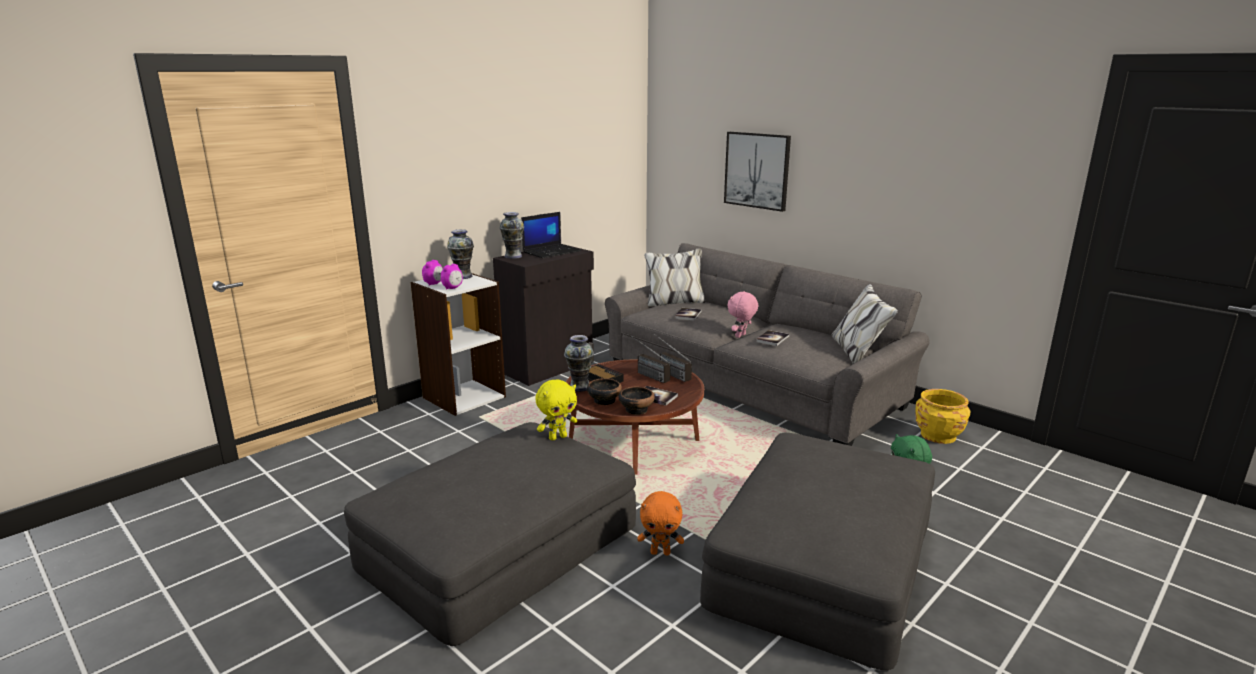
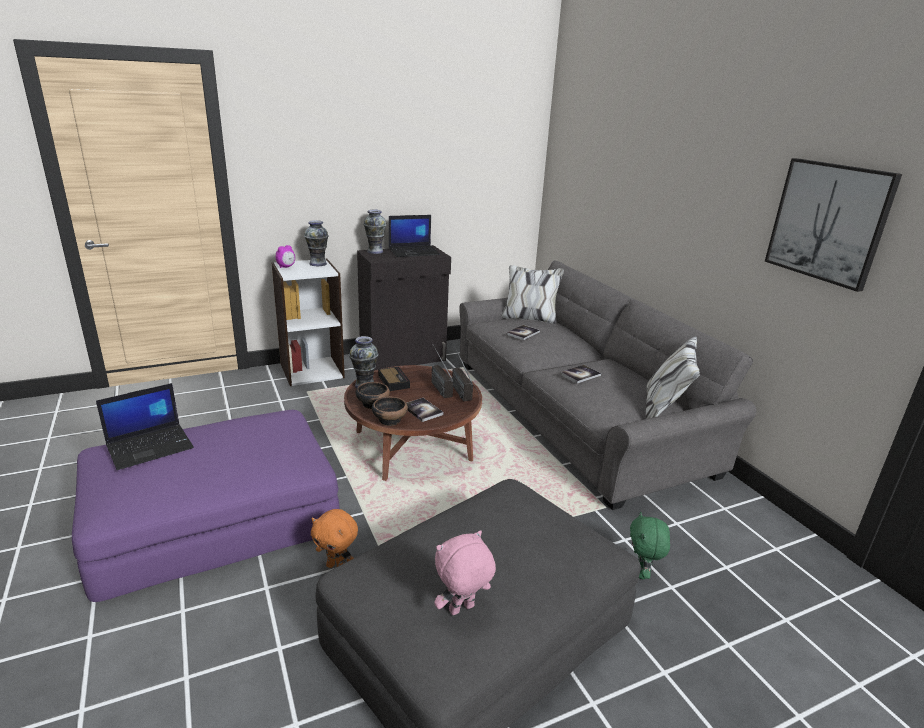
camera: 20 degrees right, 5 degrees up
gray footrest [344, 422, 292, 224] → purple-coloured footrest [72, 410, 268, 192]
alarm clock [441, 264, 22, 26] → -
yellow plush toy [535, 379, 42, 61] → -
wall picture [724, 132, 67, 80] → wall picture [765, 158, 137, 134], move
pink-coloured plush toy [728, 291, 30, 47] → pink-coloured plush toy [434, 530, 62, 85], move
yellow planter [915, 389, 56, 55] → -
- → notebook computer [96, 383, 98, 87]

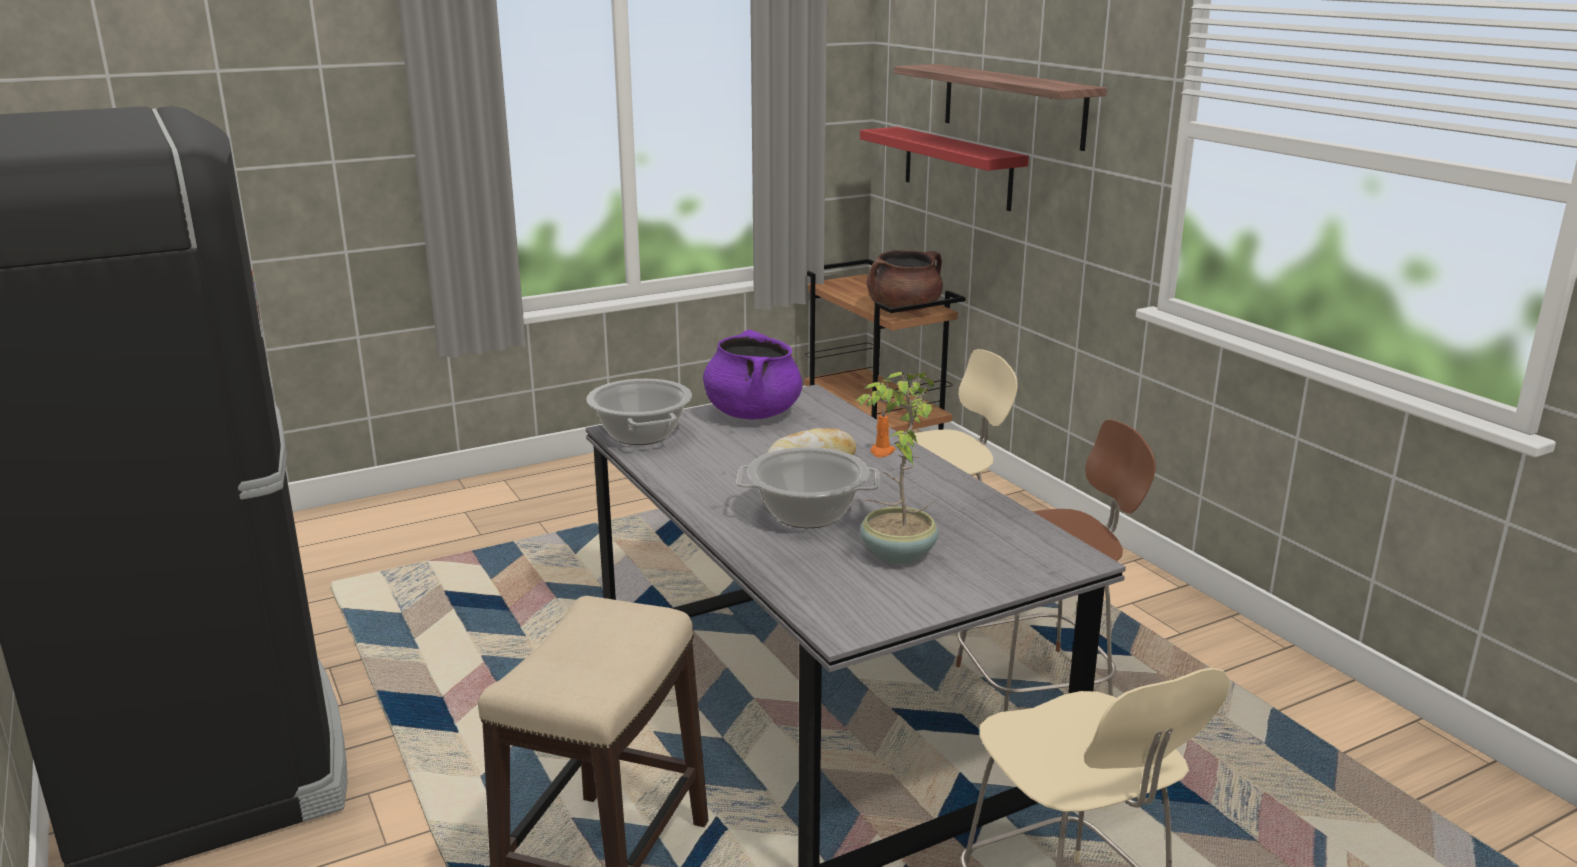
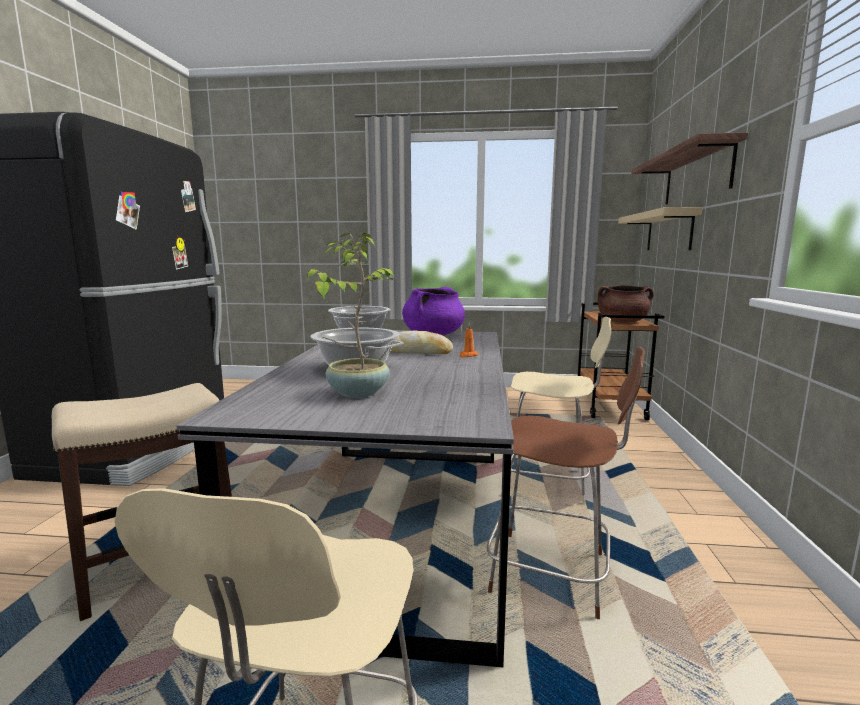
camera: 35 degrees right, 10 degrees down
red-coloured bracket shelf [860, 127, 169, 84] → beige-coloured bracket shelf [618, 207, 84, 43]

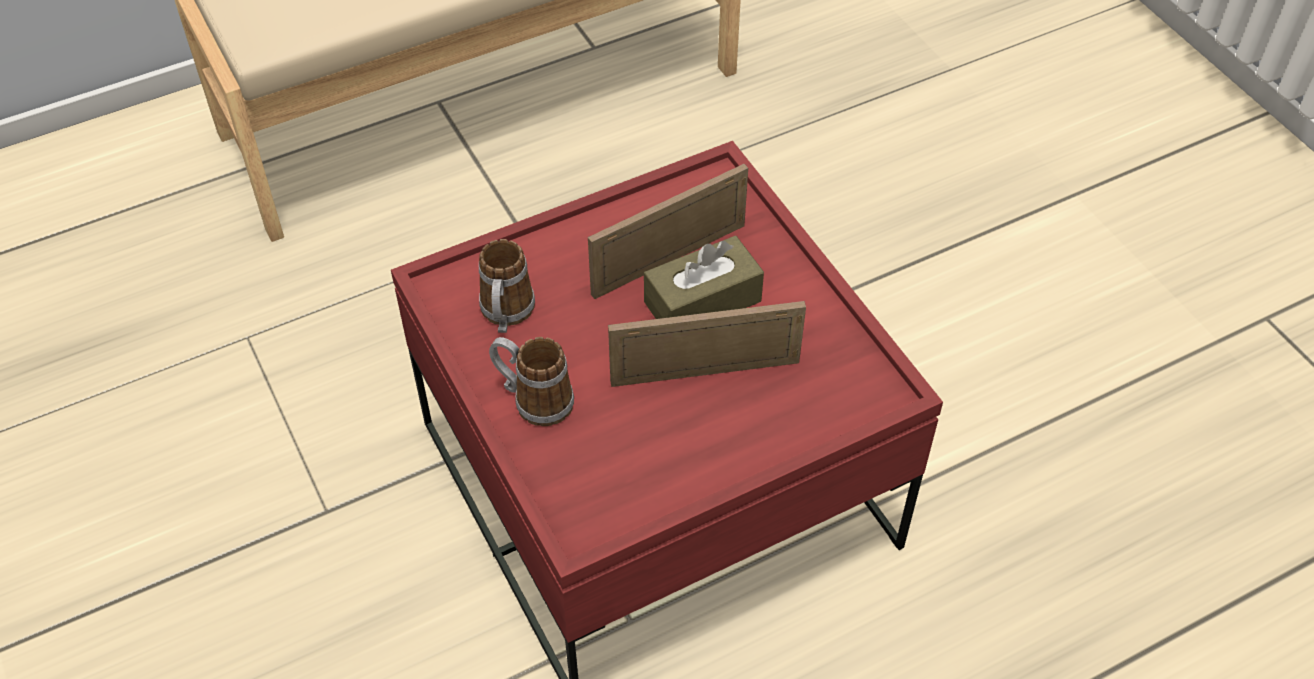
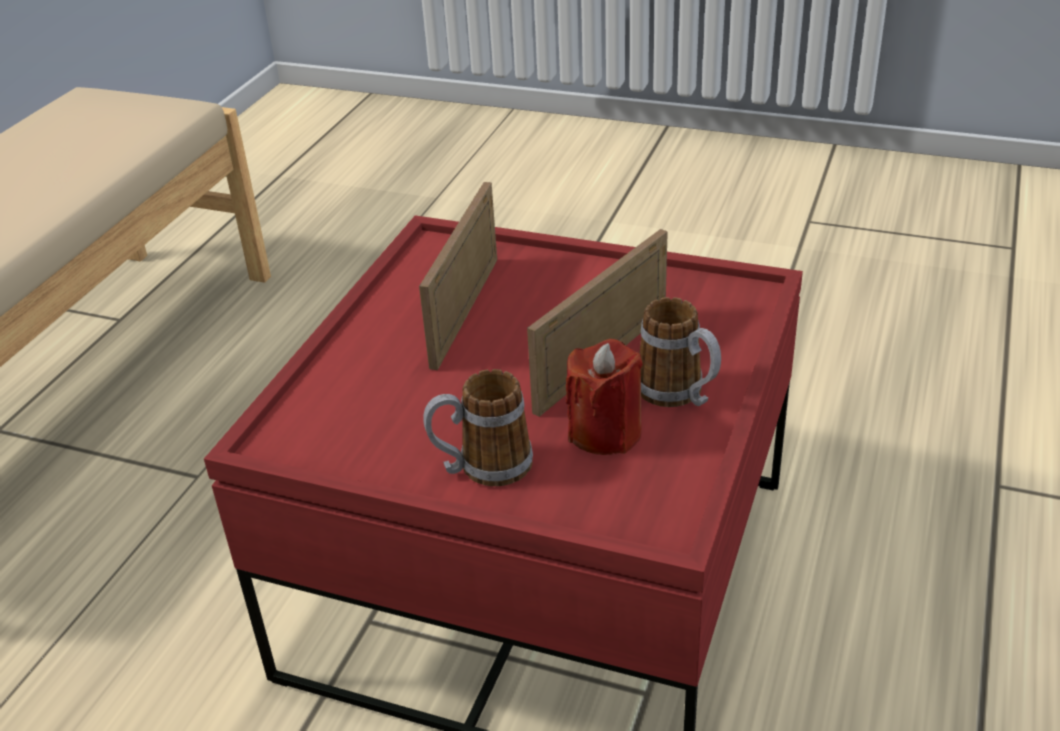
camera: 40 degrees left, 15 degrees down
coffee mug [479, 239, 56, 94] → coffee mug [639, 297, 82, 110], move
brown-coloured tissue holder [644, 236, 120, 83] → -
- → red-coloured wax candle [566, 339, 77, 116]

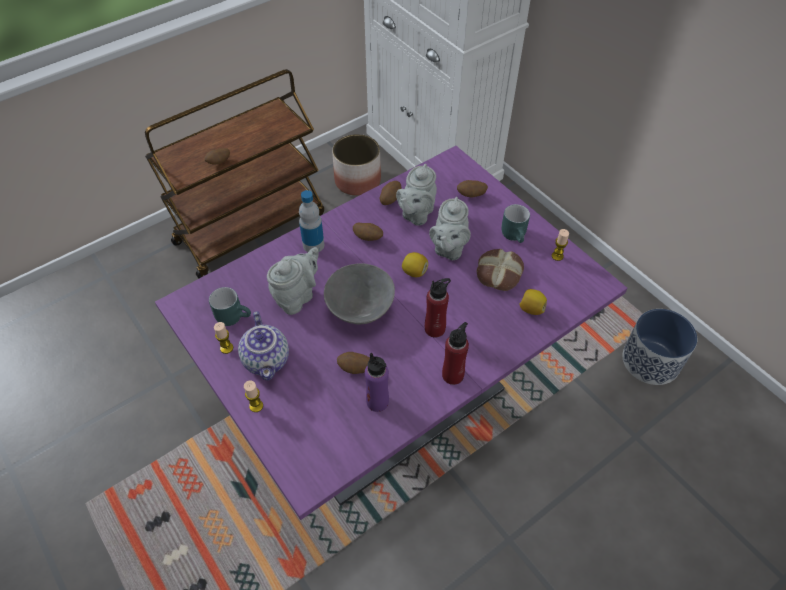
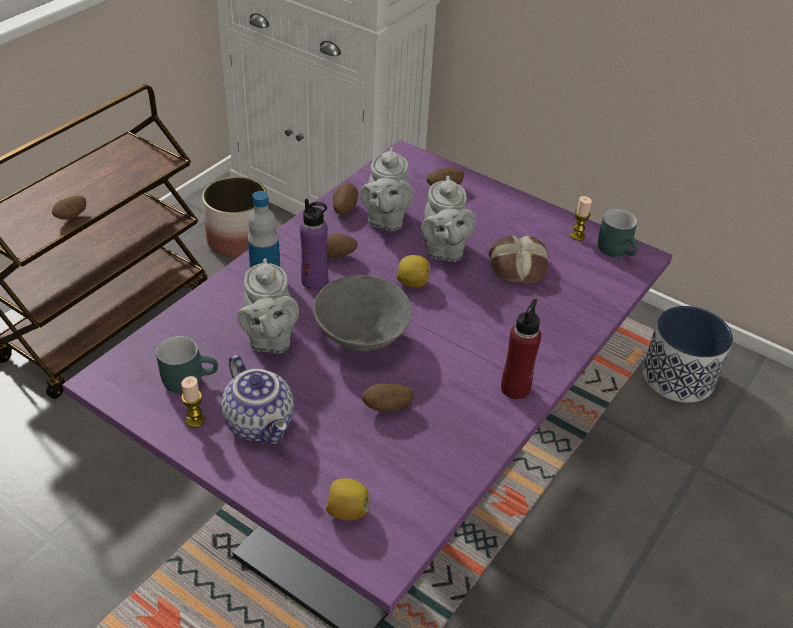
camera: 20 degrees left, 10 degrees down
wax candle [244, 380, 19, 32] → -
gray pot for tea [267, 247, 52, 68] → gray pot for tea [237, 258, 62, 95], 150 degrees clockwise
purple-coloured drink bottle [365, 353, 24, 59] → purple-coloured drink bottle [300, 198, 28, 92], move
red-coloured drink bottle [425, 278, 26, 59] → -
turquoise coffee mug [502, 204, 28, 39] → turquoise coffee mug [598, 209, 41, 48], move
citrus fruit [519, 289, 28, 26] → citrus fruit [326, 478, 43, 42], move

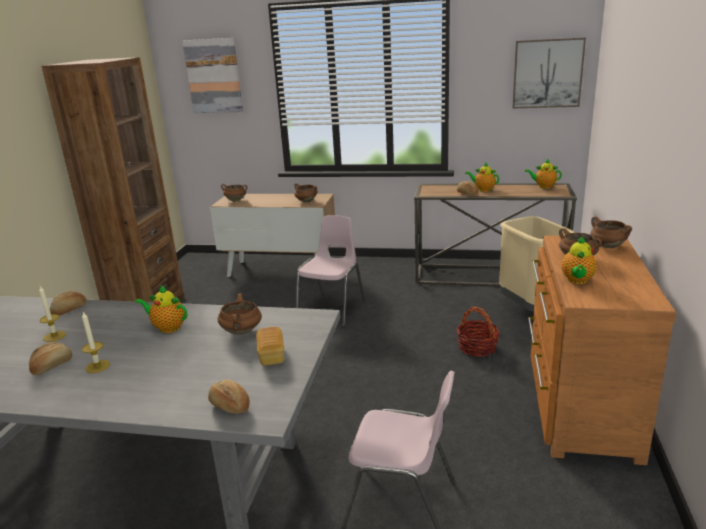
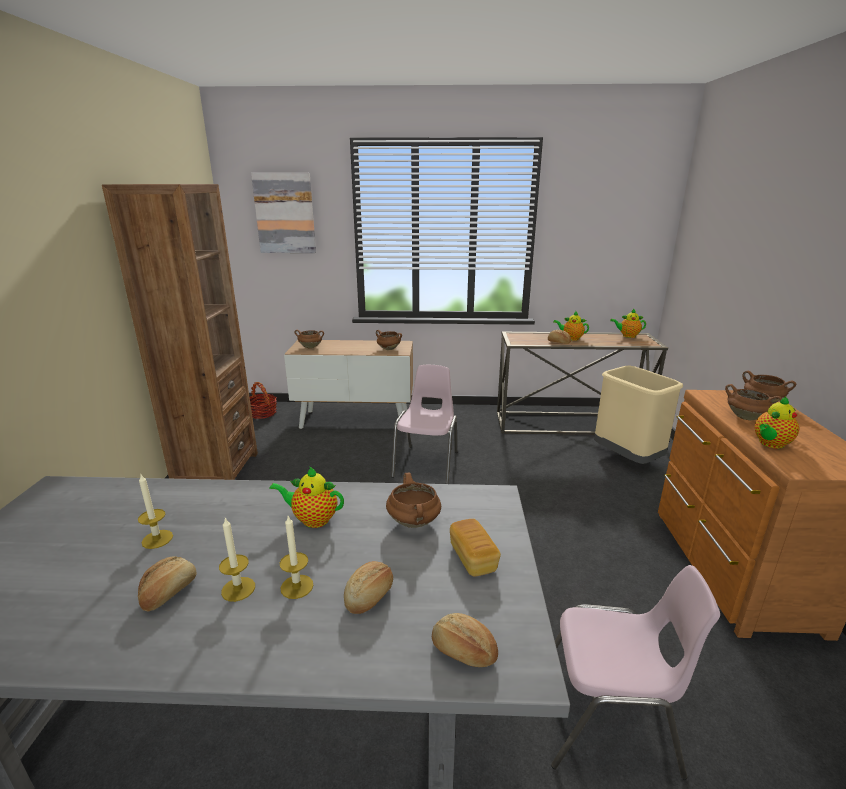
camera: 10 degrees left, 0 degrees up
bread [50, 291, 37, 25] → bread [344, 561, 49, 53], move
basket [456, 307, 44, 50] → basket [250, 382, 27, 37], move
wall picture [512, 38, 74, 70] → -
pot for tea [561, 236, 36, 48] → pot for tea [755, 396, 44, 53], 45 degrees clockwise
- → wax candle [280, 516, 34, 83]

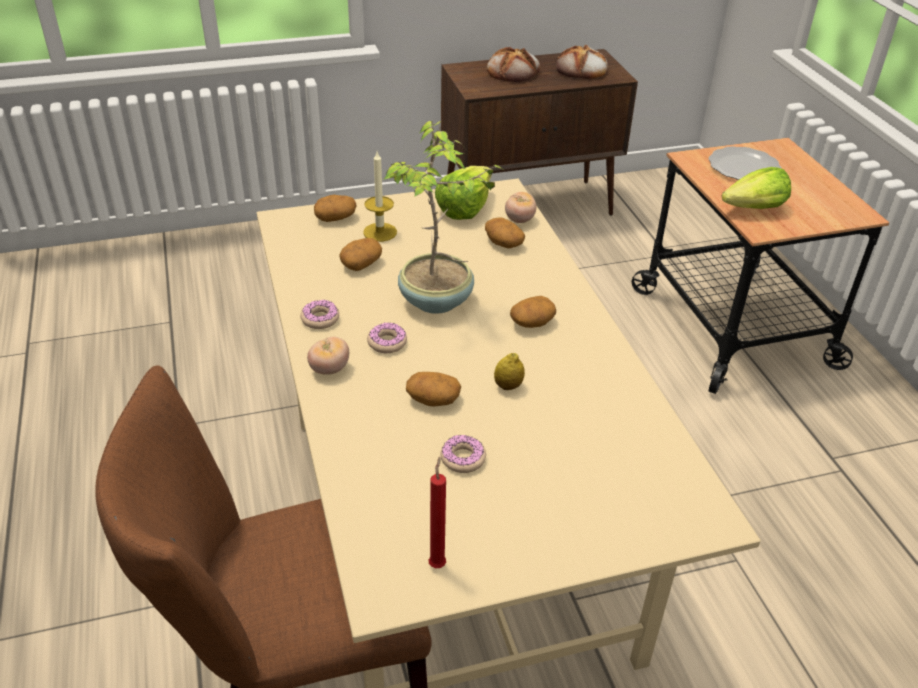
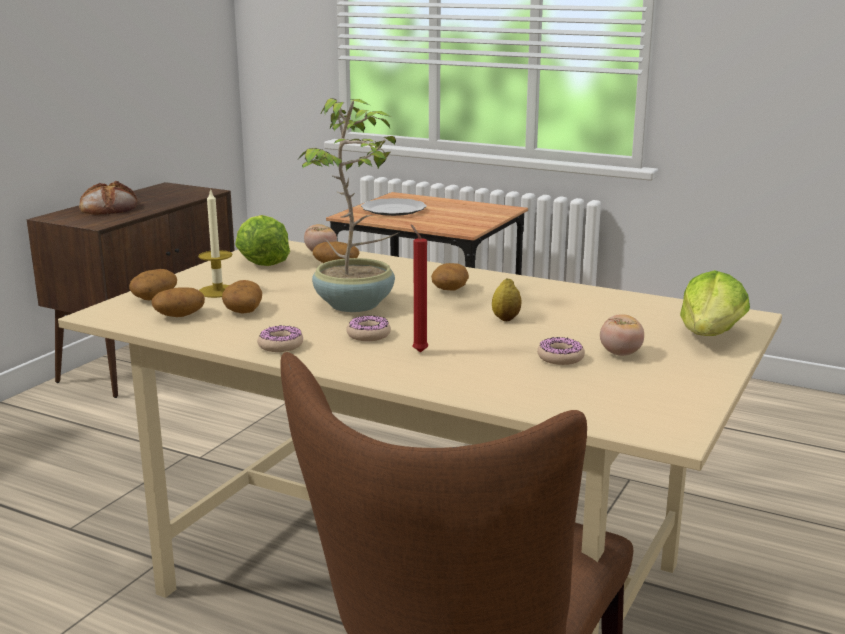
camera: 45 degrees left, 20 degrees down
fresh tomato [307, 337, 42, 38] → fresh tomato [600, 314, 44, 42], move
spud [406, 372, 55, 35] → spud [151, 288, 54, 29], move
red-coloured wax candle [429, 456, 17, 112] → red-coloured wax candle [411, 224, 17, 128], move
bread [556, 45, 52, 34] → -
head of lettuce [722, 167, 69, 42] → head of lettuce [680, 270, 70, 66], move

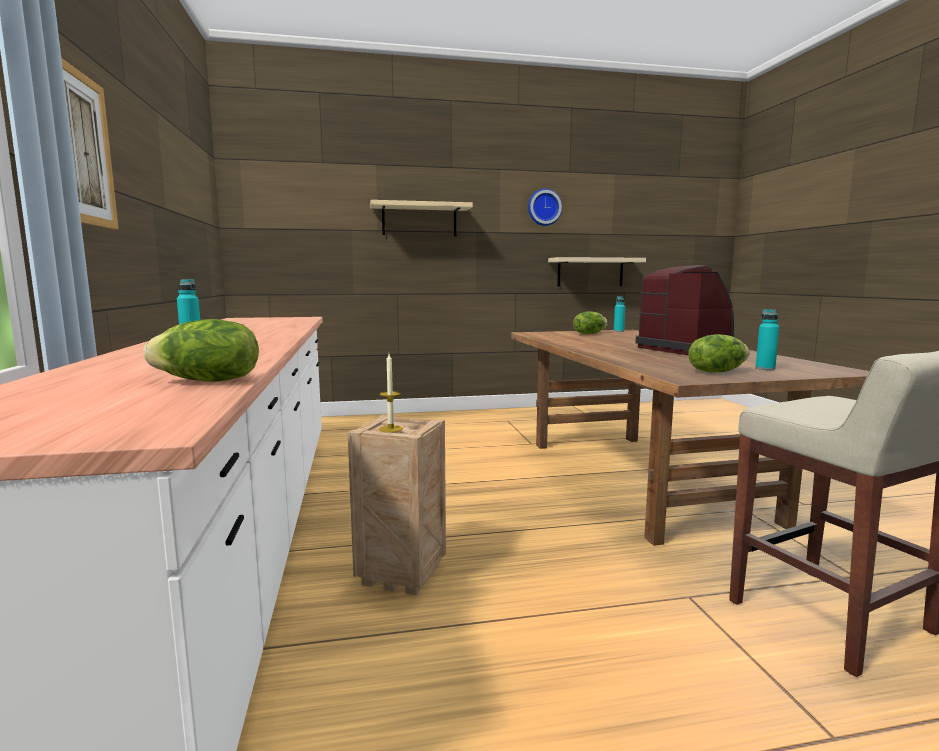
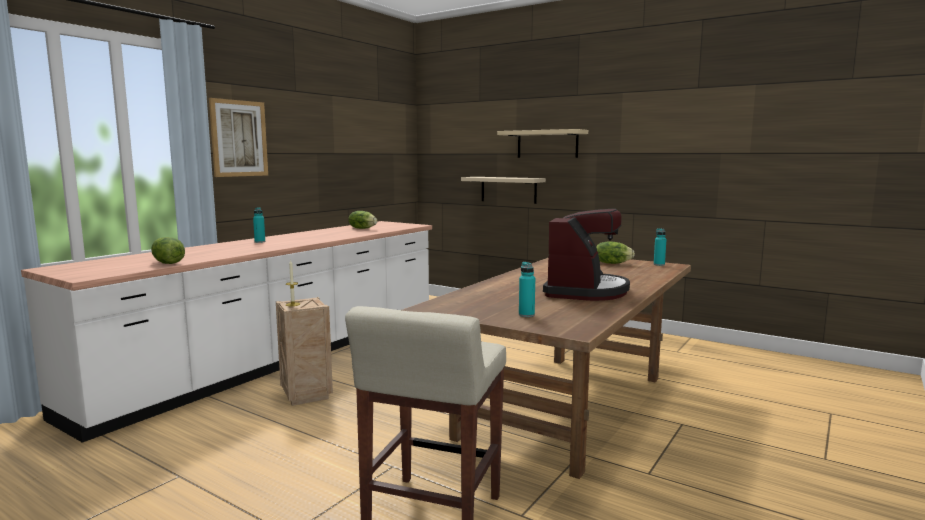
camera: 45 degrees right, 0 degrees up
wall clock [528, 189, 34, 37] → -
beige-coloured bracket shelf [548, 257, 98, 29] → beige-coloured bracket shelf [461, 177, 85, 27], move
head of lettuce [688, 334, 62, 39] → head of lettuce [348, 211, 29, 18], move

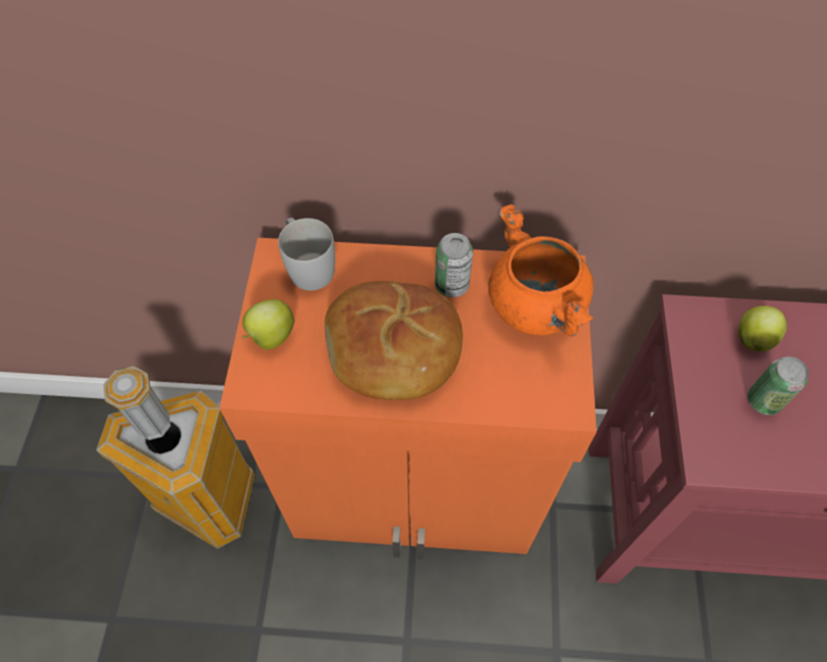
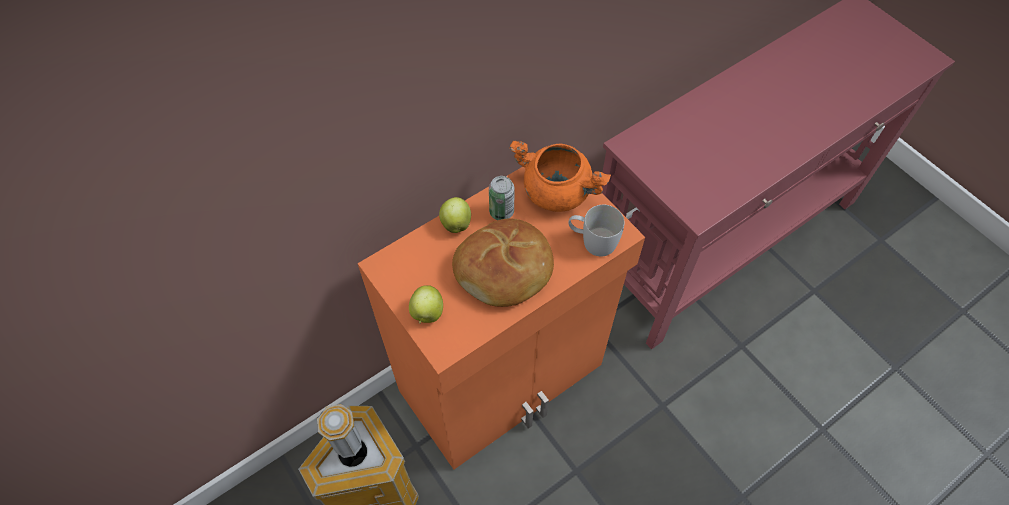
camera: 40 degrees left, 0 degrees up
whitish coffee mug [278, 218, 57, 73] → whitish coffee mug [568, 205, 56, 51], move
apple fruit [739, 306, 48, 46] → apple fruit [439, 197, 32, 36], move
metal can [748, 356, 61, 59] → -

